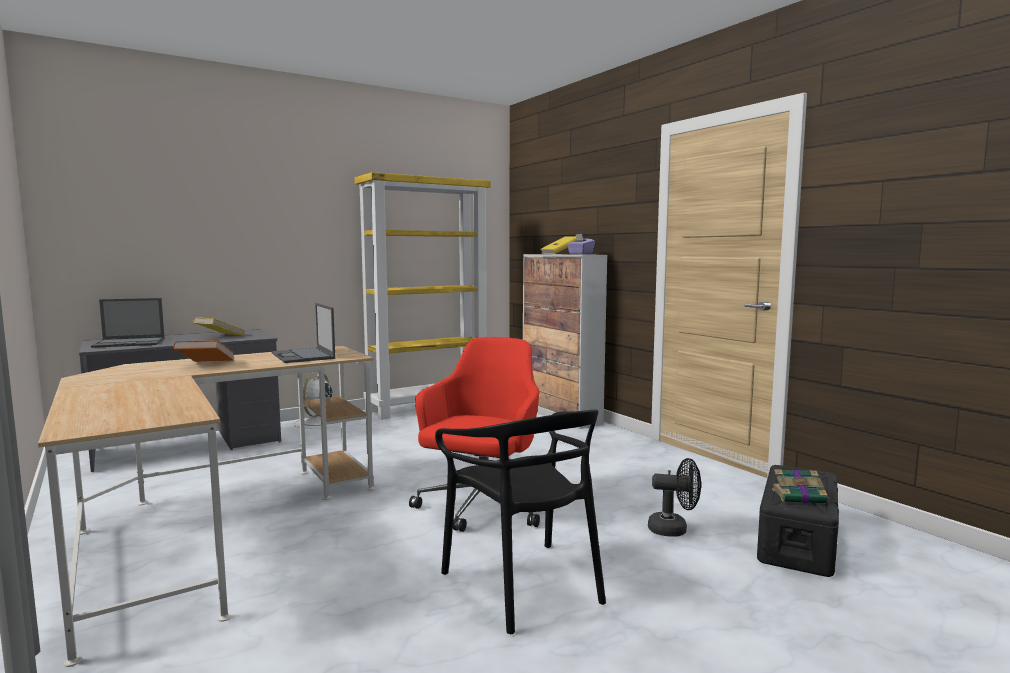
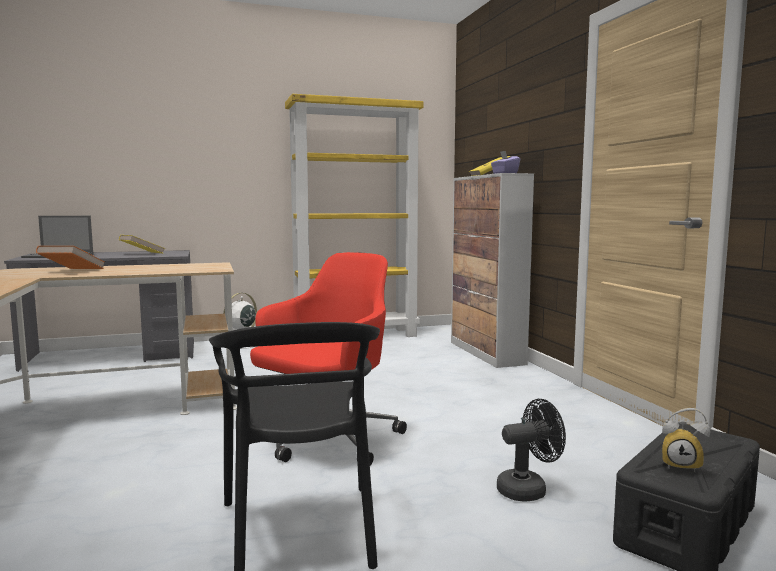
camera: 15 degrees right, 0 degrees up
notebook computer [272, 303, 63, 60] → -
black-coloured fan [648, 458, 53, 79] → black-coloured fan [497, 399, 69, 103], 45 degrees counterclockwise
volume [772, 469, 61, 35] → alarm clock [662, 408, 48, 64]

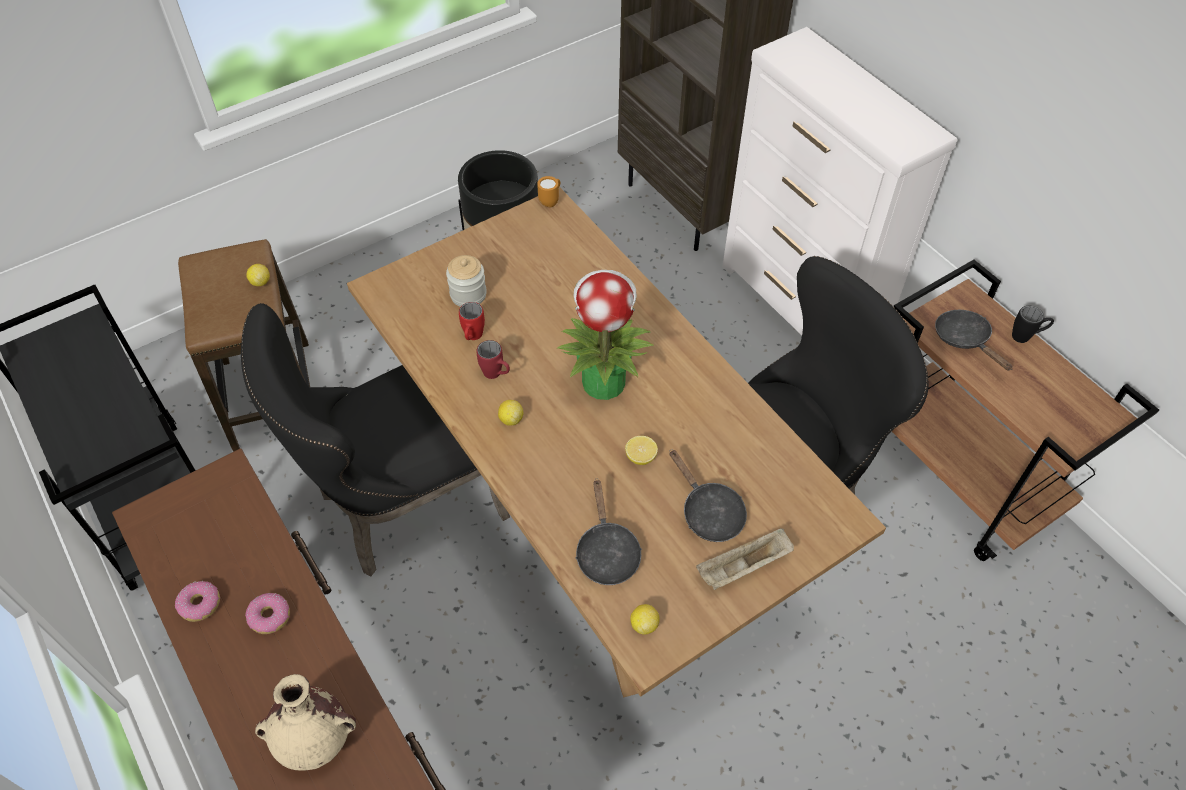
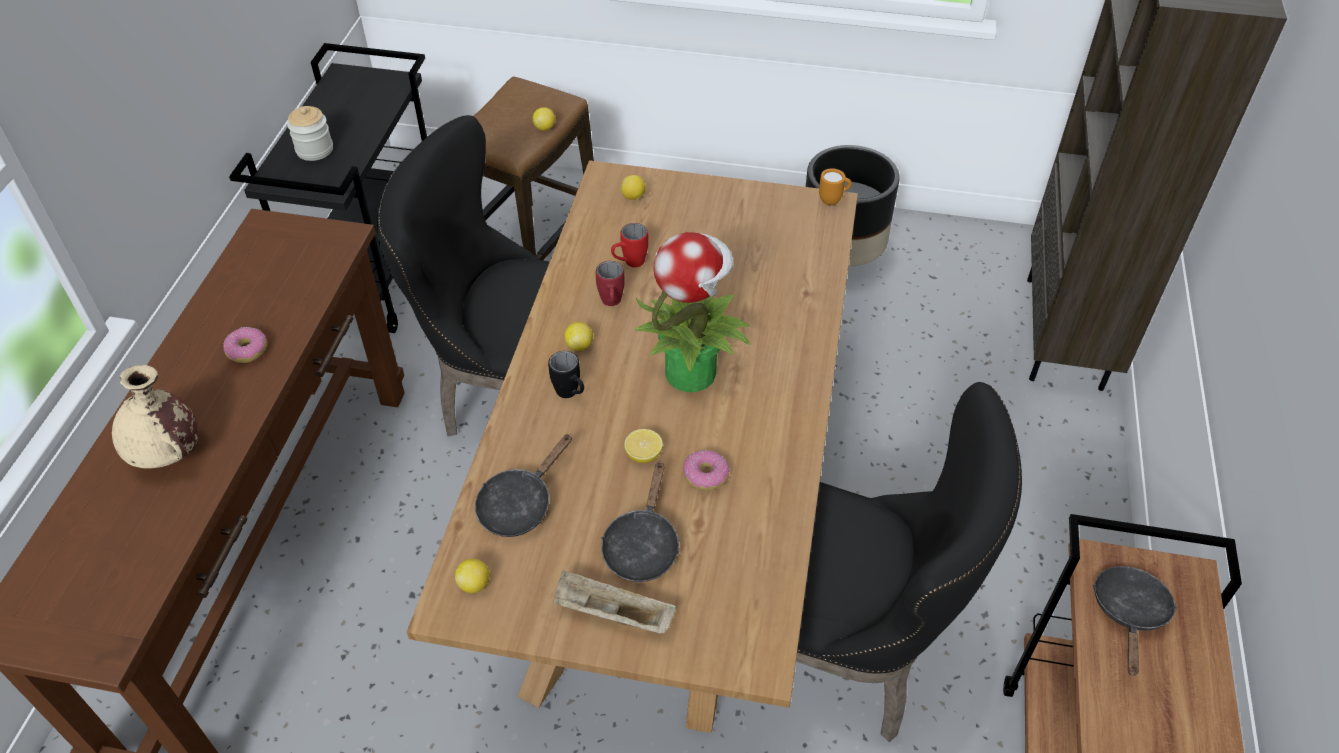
camera: 45 degrees right, 5 degrees down
ring doughnut [175, 581, 45, 41] → ring doughnut [683, 450, 47, 41], move
jar [446, 255, 41, 52] → jar [287, 106, 46, 55], move
whitish drawer chest [722, 27, 235, 308] → -
black-coloured coffee mug [1012, 306, 42, 37] → black-coloured coffee mug [548, 351, 36, 47], move
- → citrus fruit [621, 175, 25, 25]

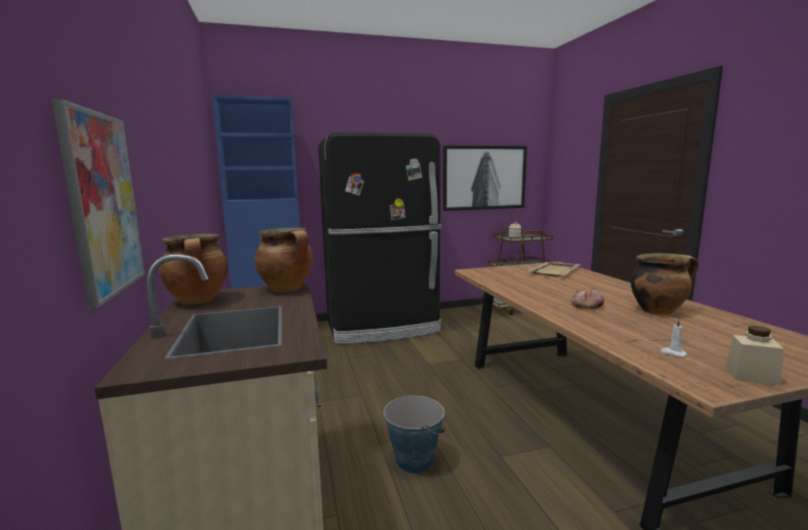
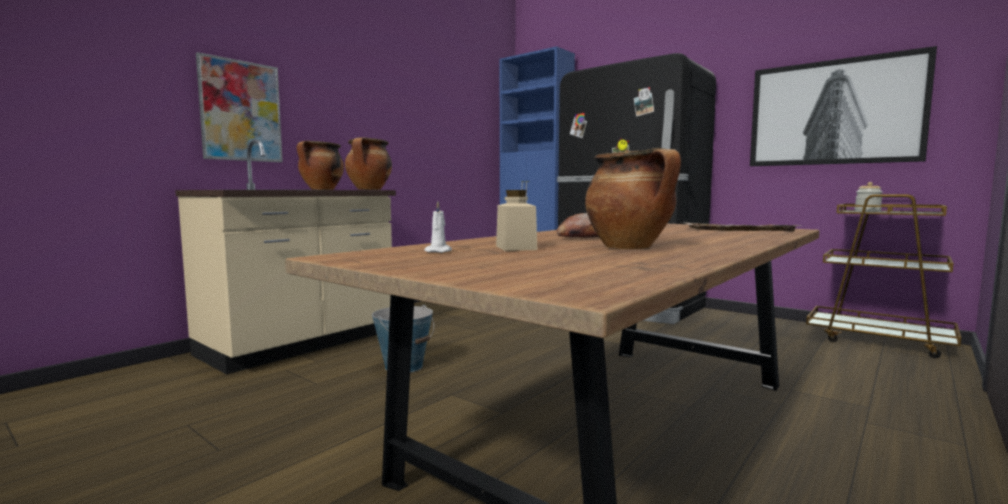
camera: 55 degrees right, 5 degrees down
beige-coloured jar [726, 326, 58, 60] → beige-coloured jar [496, 190, 41, 61], move

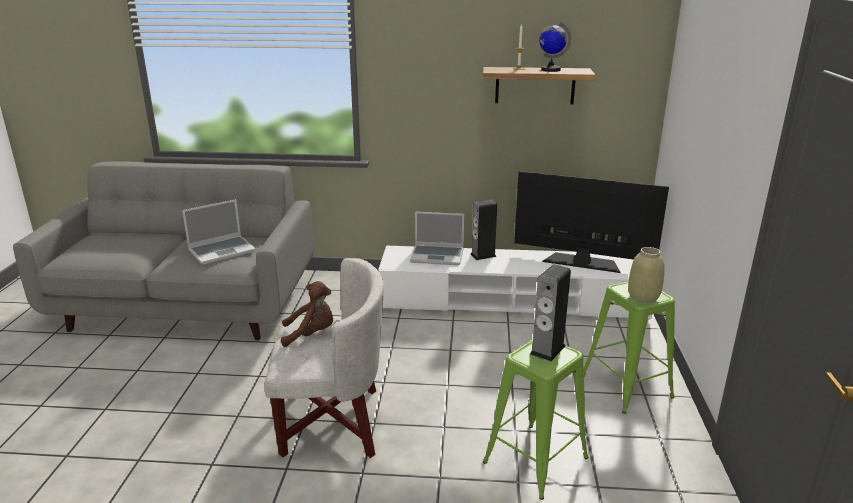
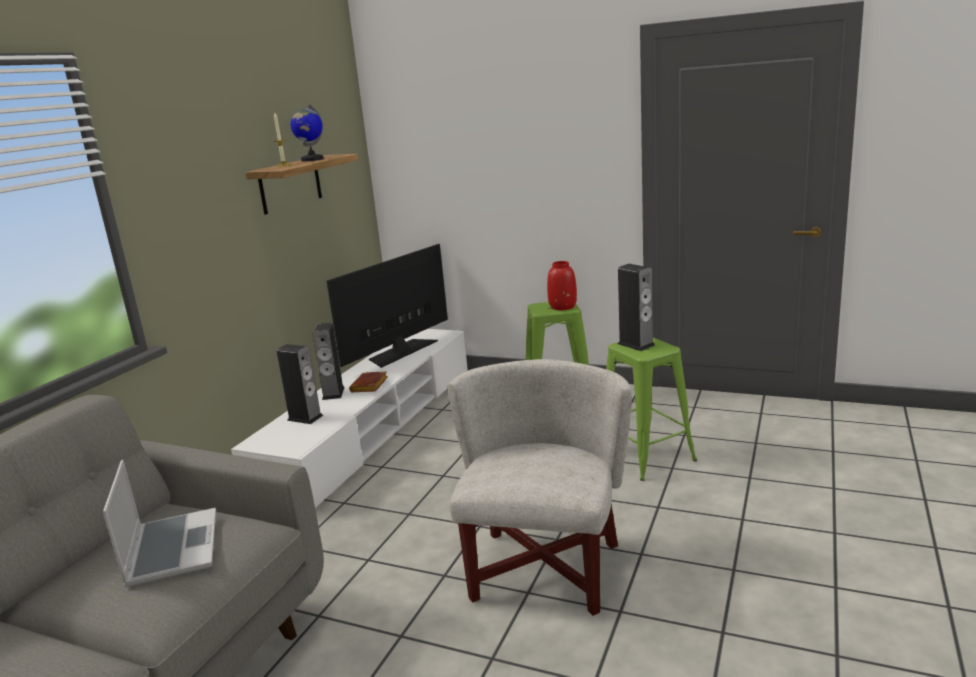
camera: 70 degrees left, 5 degrees down
brown-coloured plush toy [281, 281, 52, 66] → -
notebook computer [410, 212, 54, 53] → audio speaker [277, 344, 46, 80]
beige-coloured vase [628, 247, 37, 56] → red-coloured vase [547, 261, 30, 49]
- → brown-coloured volume [349, 371, 39, 21]

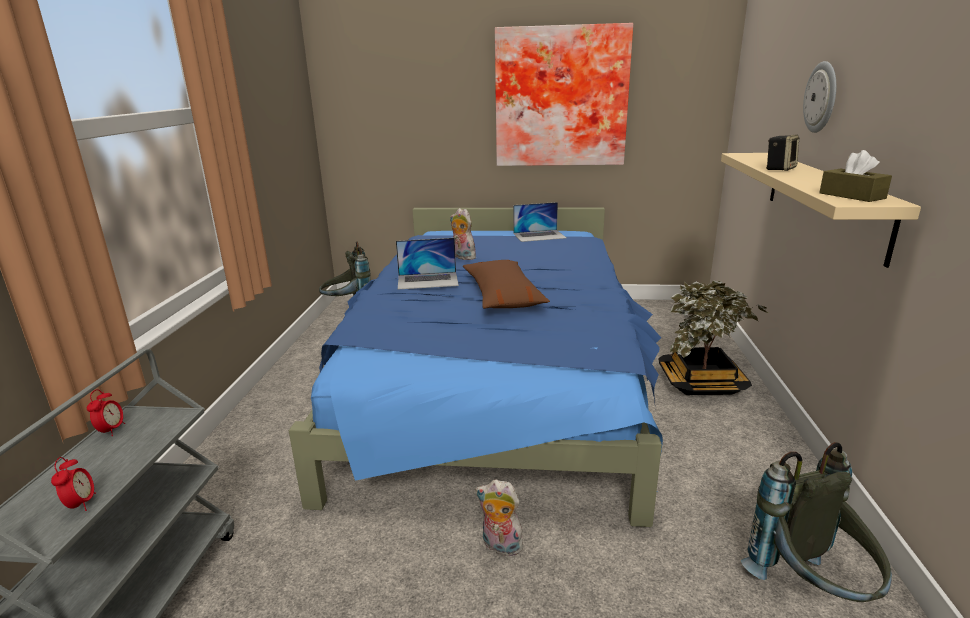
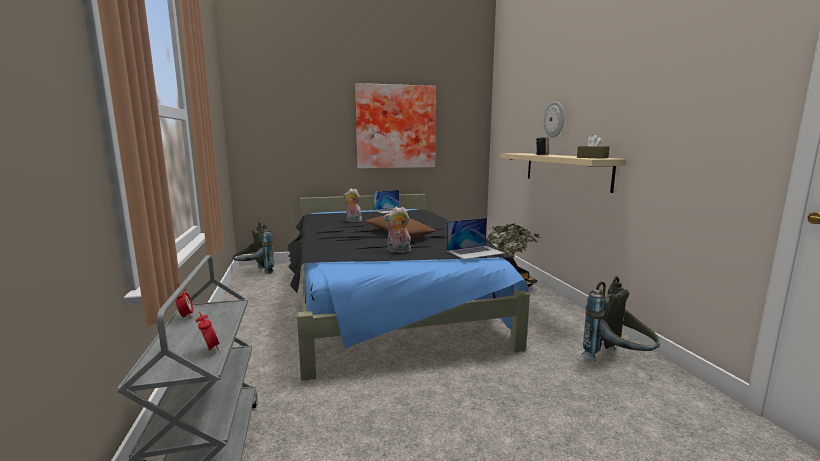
camera: 20 degrees left, 10 degrees down
blue sleeping bed [289, 208, 374, 319] → black-coloured sleeping bed [288, 194, 242, 187]
notebook computer [396, 238, 63, 52] → notebook computer [446, 218, 59, 41], move
plush toy [475, 479, 48, 77] → plush toy [383, 207, 28, 46], move

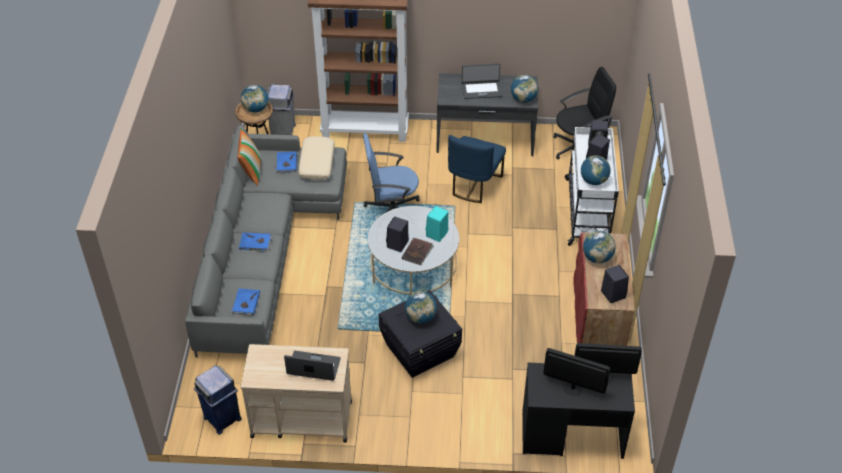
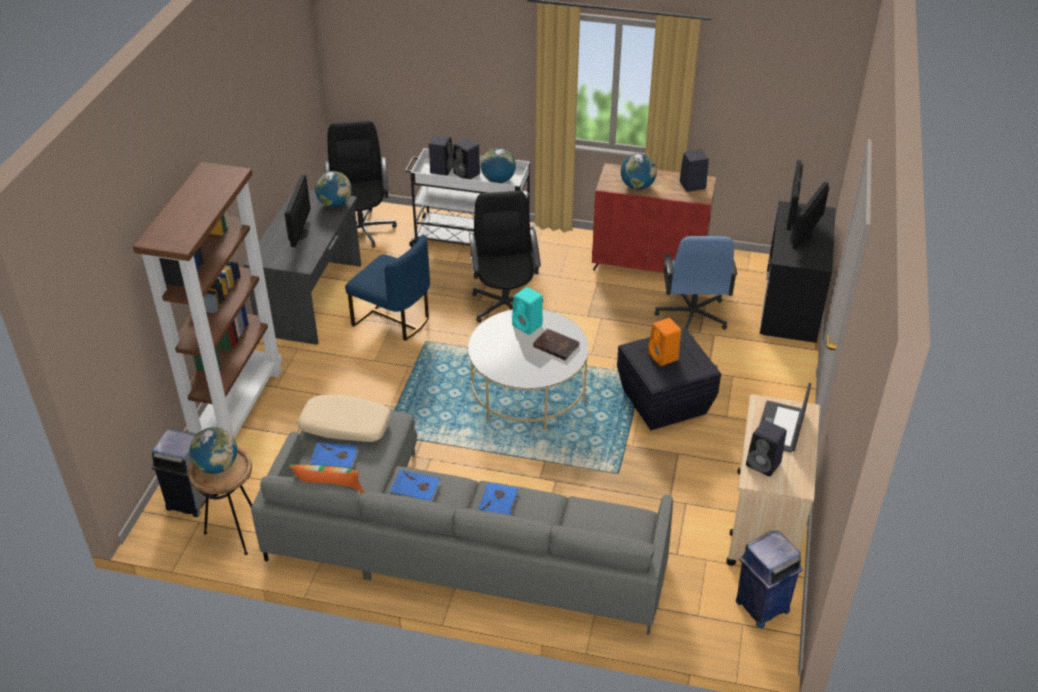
camera: 80 degrees left, 5 degrees down
blue volume [230, 288, 30, 27] → blue volume [389, 470, 52, 31], move
blue office chair [363, 133, 57, 79] → blue office chair [654, 236, 83, 94], move
black-coloured audio speaker [386, 216, 23, 36] → black-coloured audio speaker [746, 420, 41, 57], move
desk globe [405, 291, 32, 32] → orangey audio speaker [648, 318, 33, 48]
notebook computer [462, 63, 40, 36] → computer screen [284, 175, 26, 72]
- → black-coloured office chair [469, 191, 72, 132]

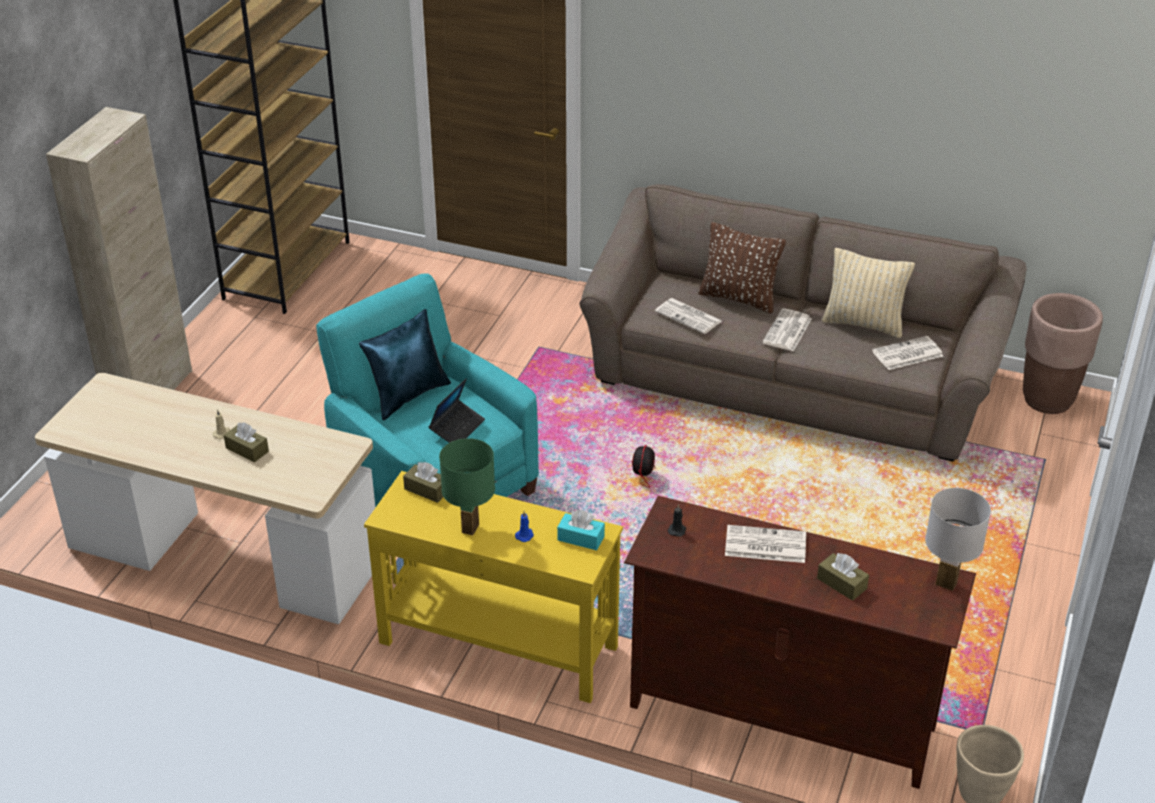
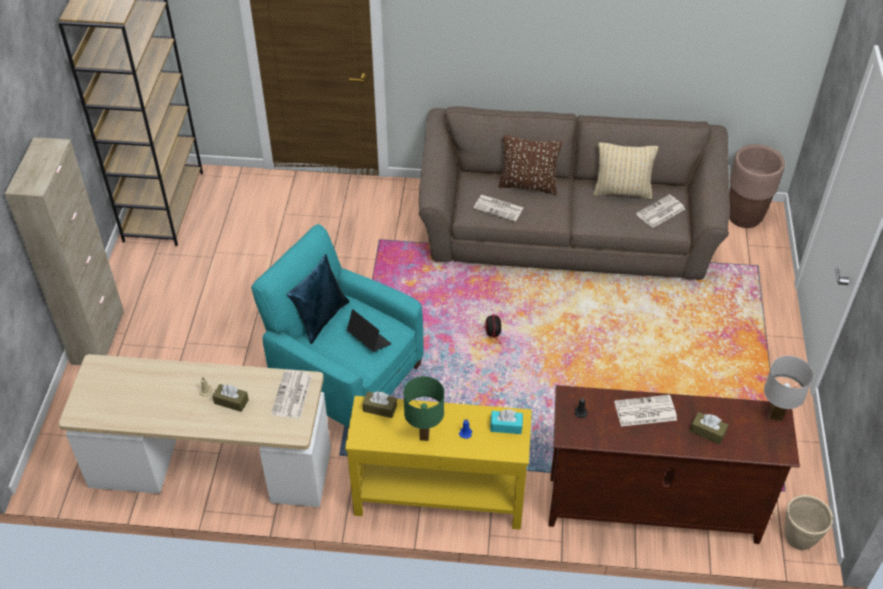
camera: 15 degrees left, 10 degrees up
notebook computer [429, 378, 56, 65] → notebook computer [347, 309, 45, 43], 60 degrees counterclockwise
printed paper [763, 308, 49, 44] → printed paper [271, 370, 41, 49], move

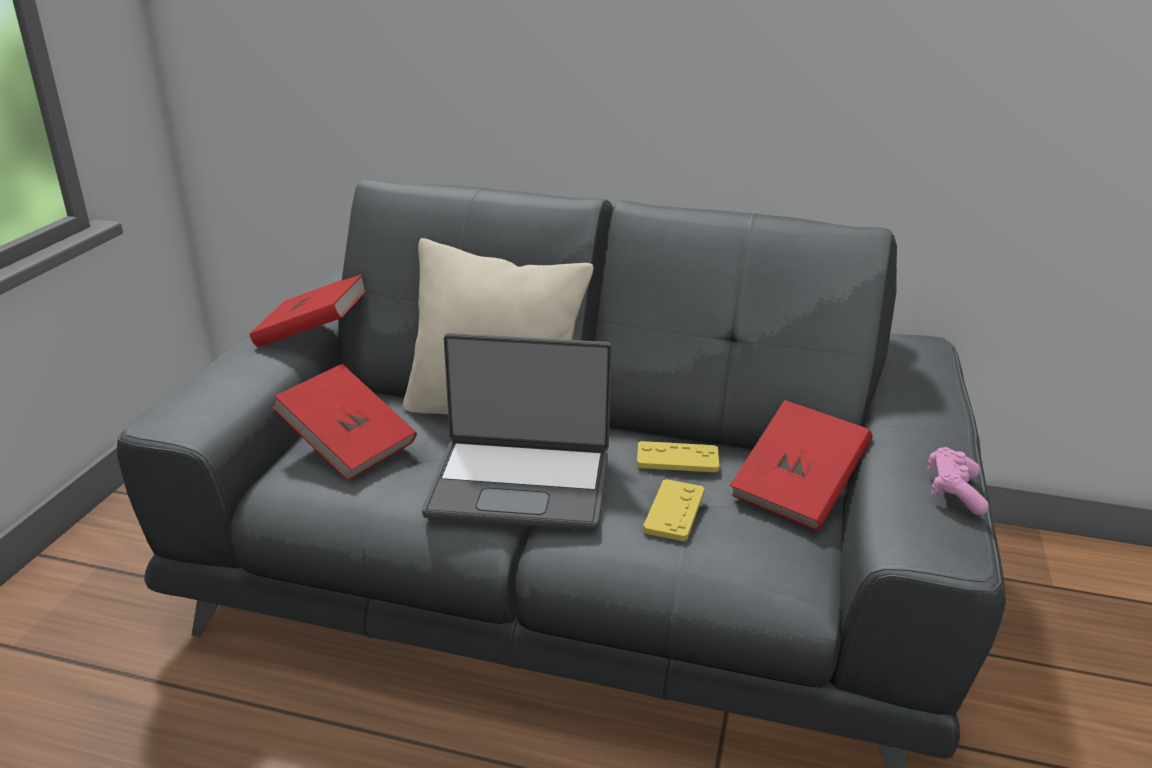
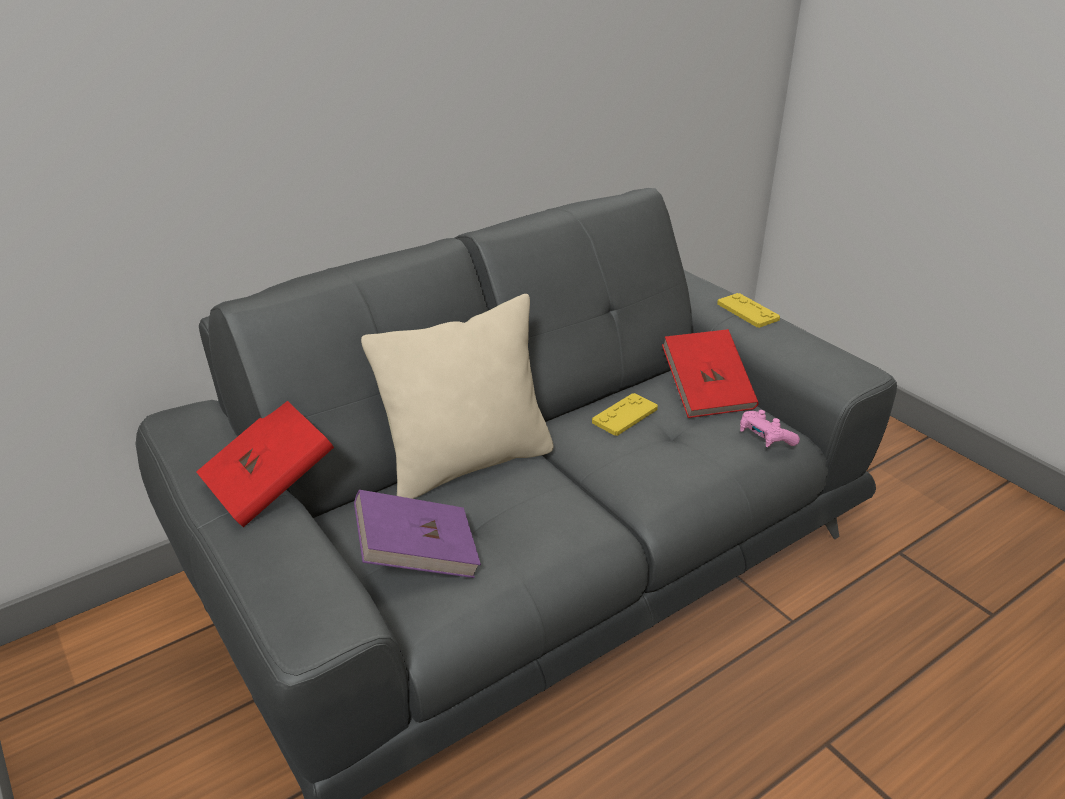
camera: 50 degrees left, 5 degrees up
red-coloured volume [272, 364, 145, 117] → purple-coloured volume [354, 490, 127, 88]
notebook computer [422, 333, 190, 198] → -
yellow game controller [643, 479, 62, 62] → yellow game controller [717, 293, 63, 35], move
pink-coloured game controller [928, 447, 61, 68] → pink-coloured game controller [740, 410, 60, 37], move

